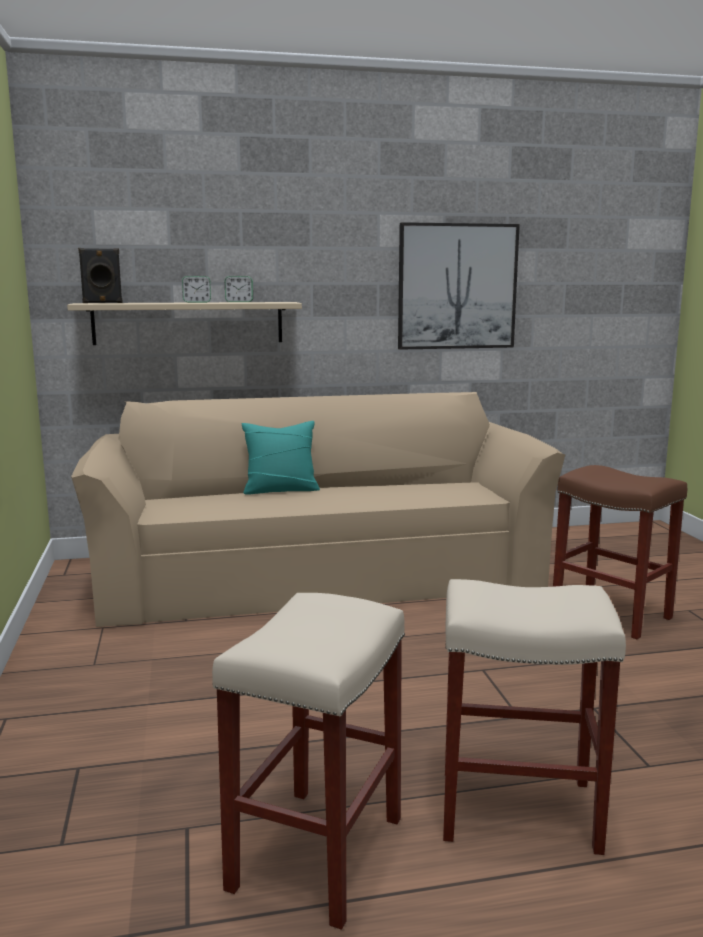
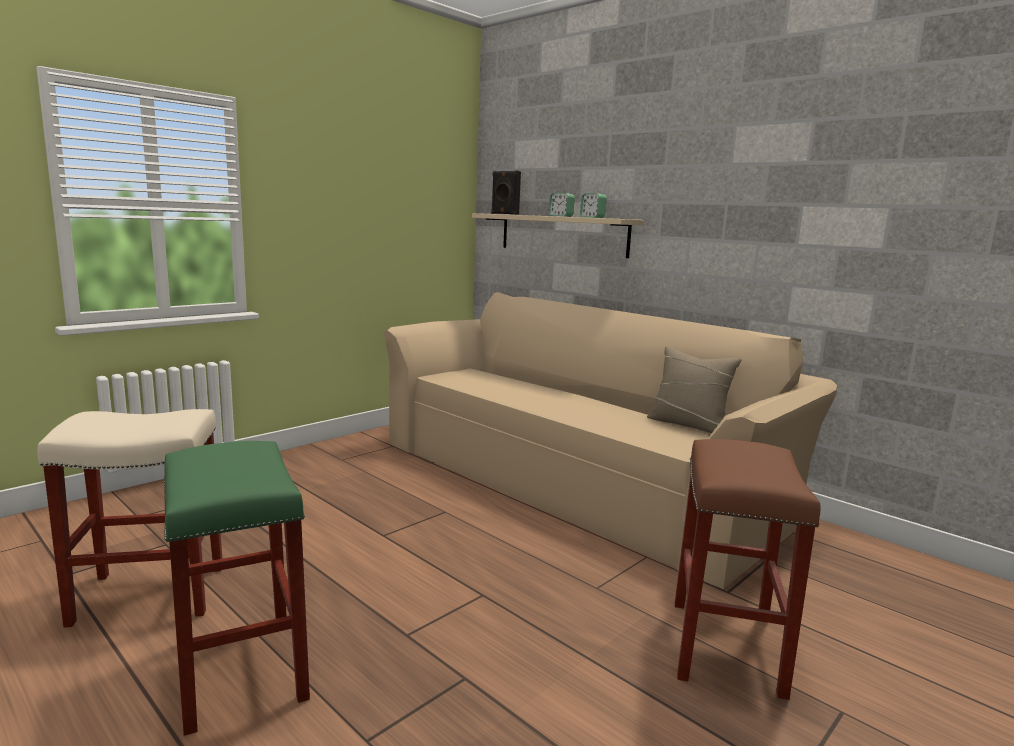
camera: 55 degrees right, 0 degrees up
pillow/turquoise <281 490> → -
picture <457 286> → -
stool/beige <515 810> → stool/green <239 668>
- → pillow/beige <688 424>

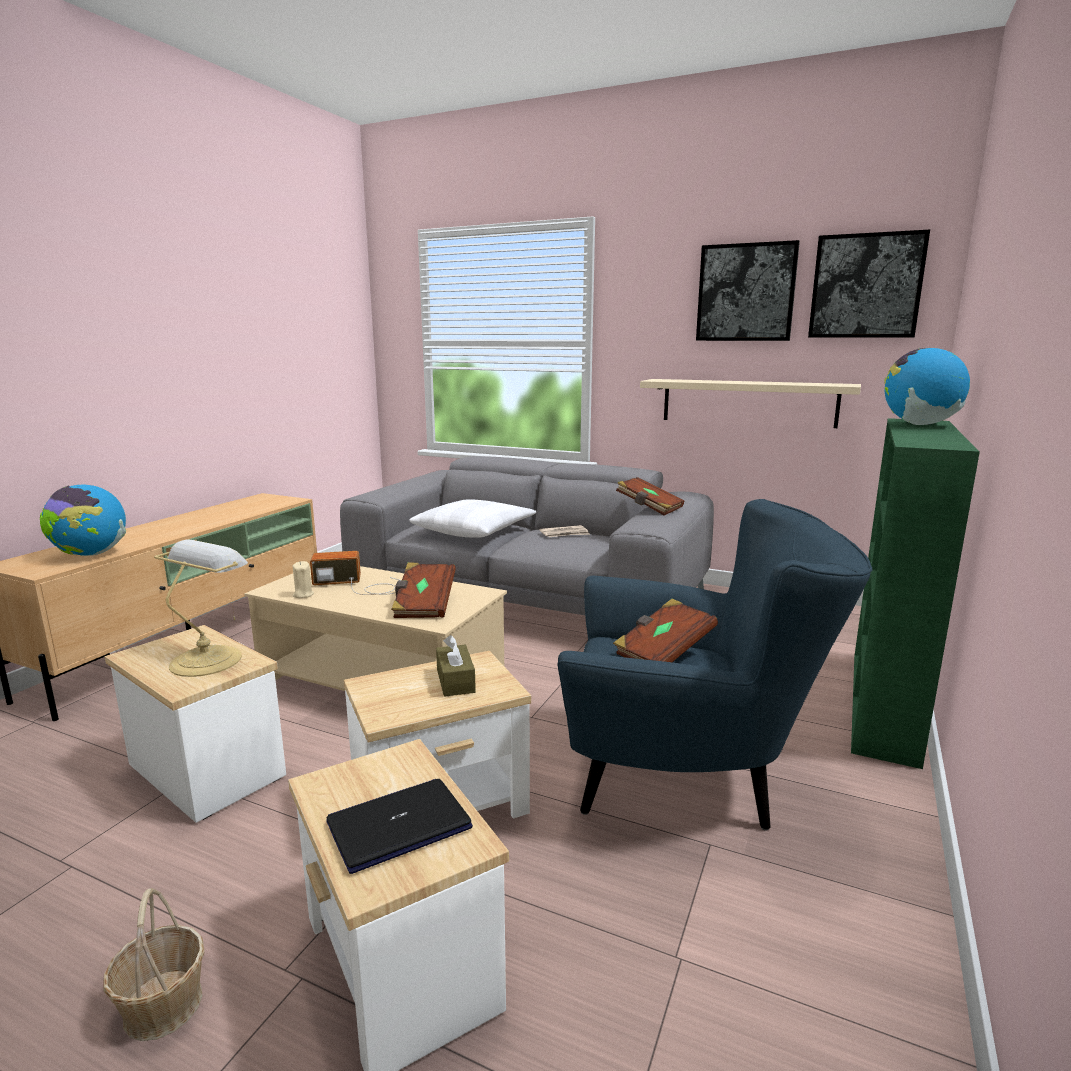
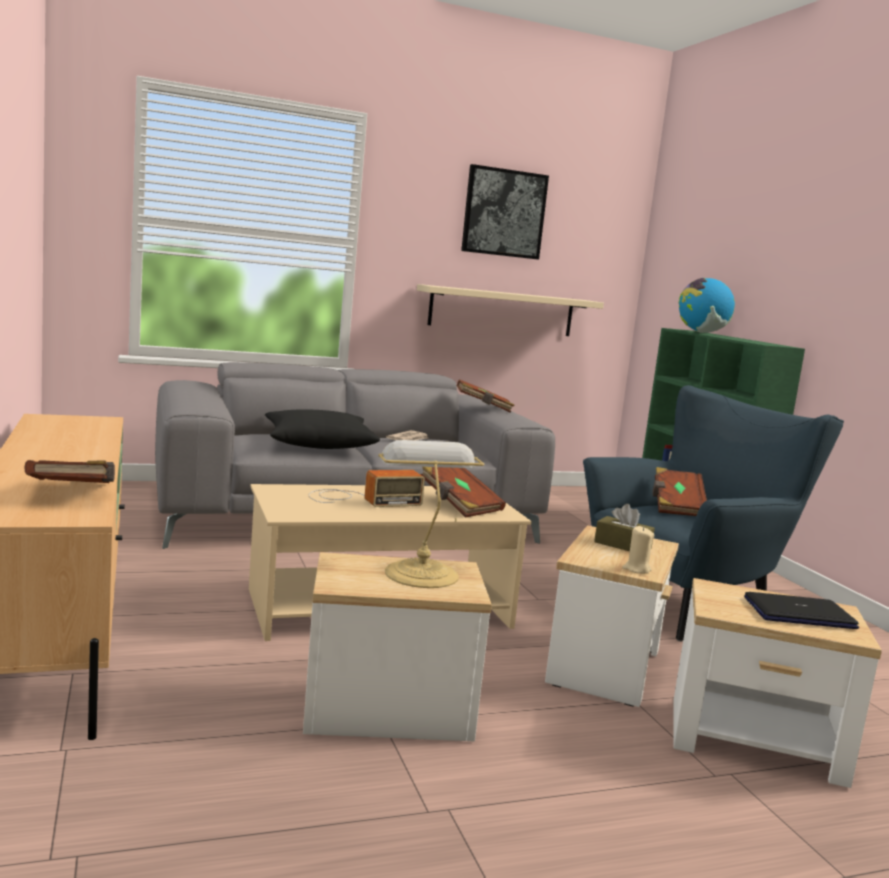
camera: 45 degrees left, 5 degrees down
globe <90 554> → book/brown <73 494>
basket <162 1007> → -
candle/beige <303 595> → candle/beige <636 569>, relocated
radio <361 585> → radio <360 499>, 150 degrees counterclockwise
laptop <399 825> → laptop <799 613>, 75 degrees clockwise
pillow/white <474 530> → pillow/black <319 442>
picture <866 286> → -

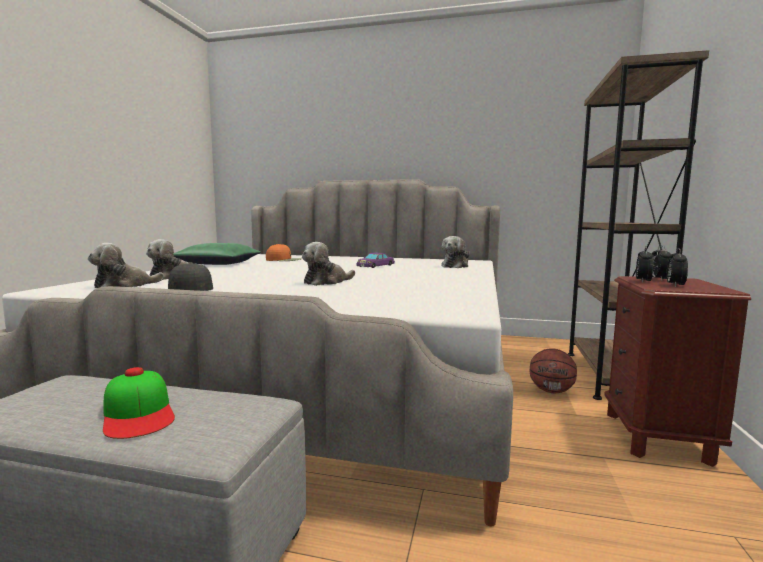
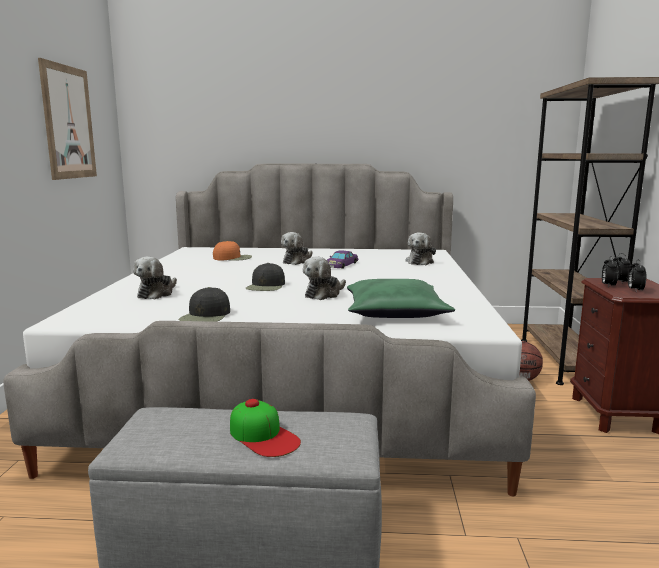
camera: 10 degrees left, 5 degrees up
plush toy <124 286> → plush toy <297 261>, relocated
pillow/green <219 263> → pillow/green <395 312>, relocated
- → picture <68 122>
- → cap/black <266 286>

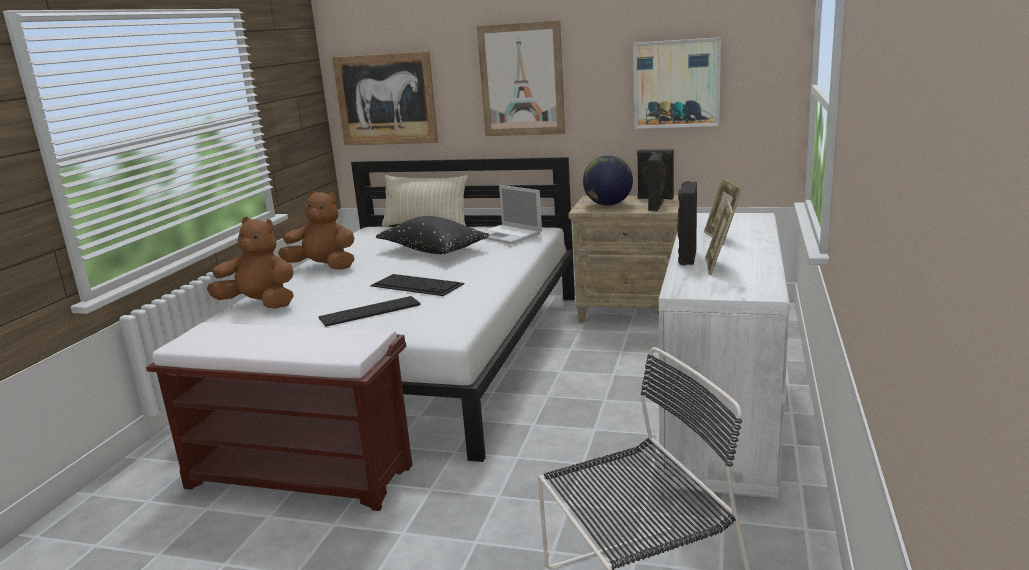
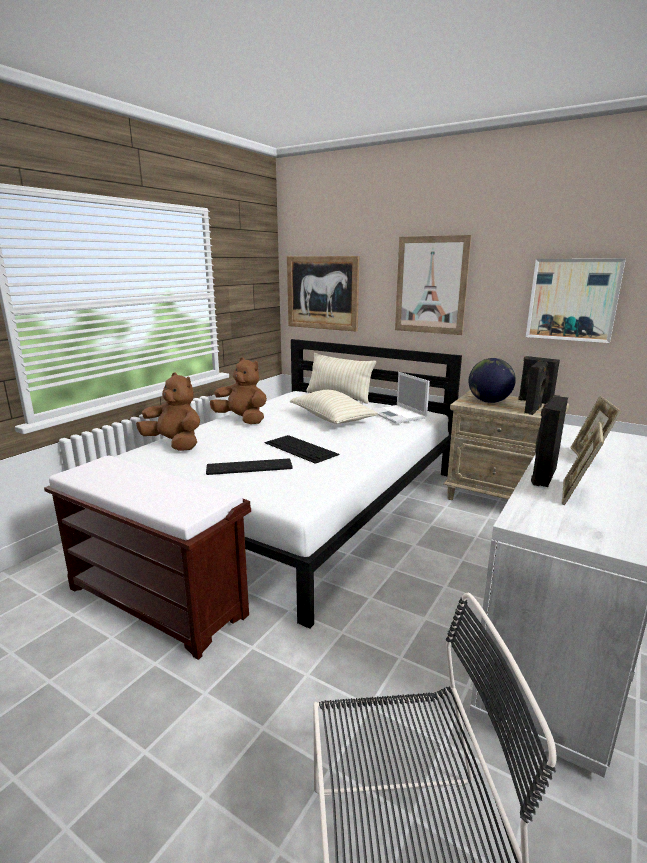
camera: 15 degrees right, 0 degrees up
pillow/black <433 251> → pillow/beige <331 419>

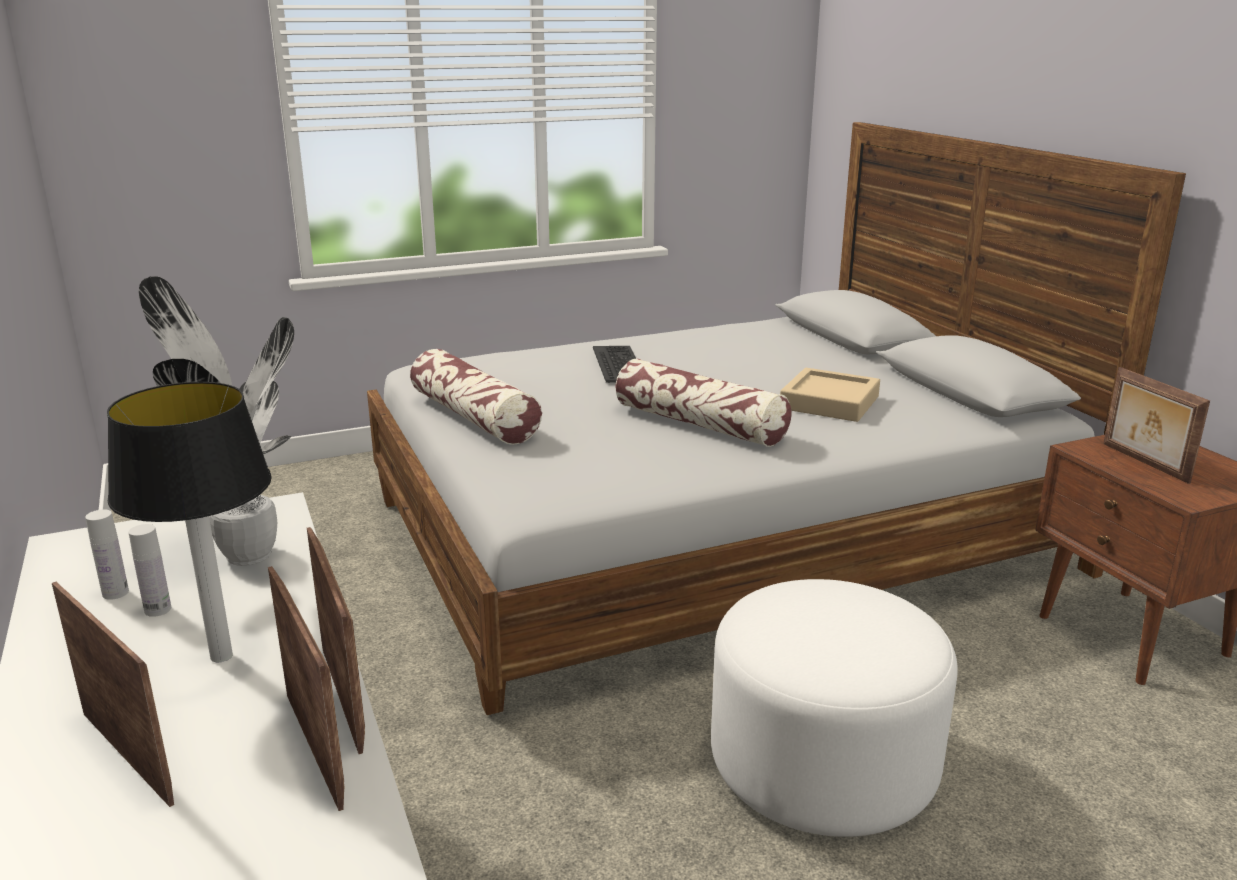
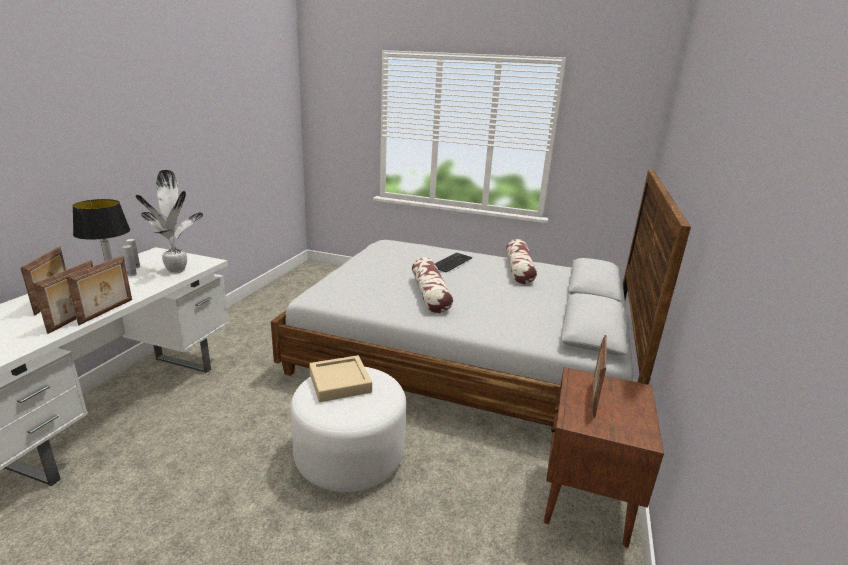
camera: 40 degrees right, 0 degrees up
pillow <474 417> → pillow <519 270>, relocated
tray/beige <829 402> → tray/beige <340 383>, relocated

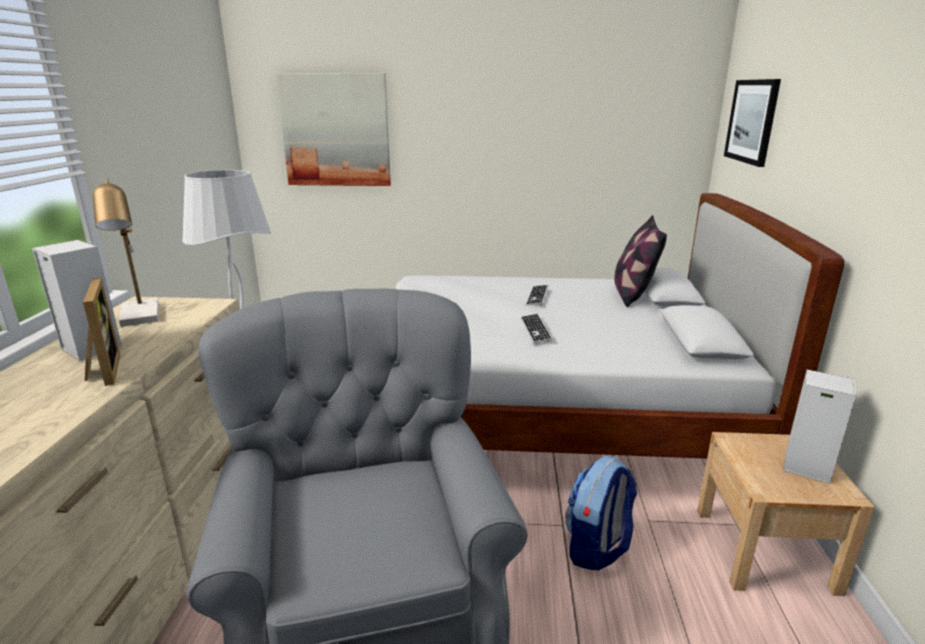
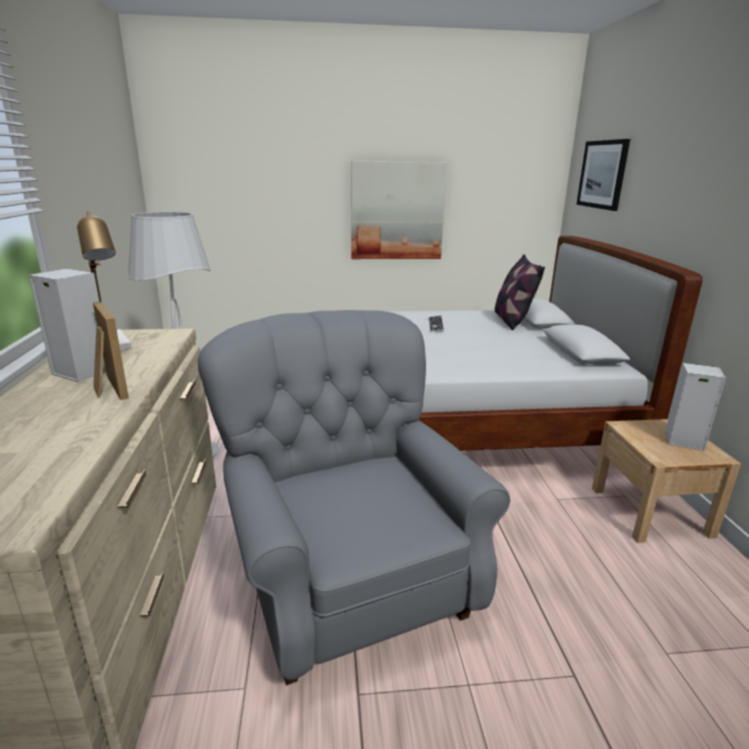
camera: 10 degrees left, 0 degrees up
picture <336 130> → picture <397 211>, relocated
keyboard <535 329> → -
backpack <597 548> → -

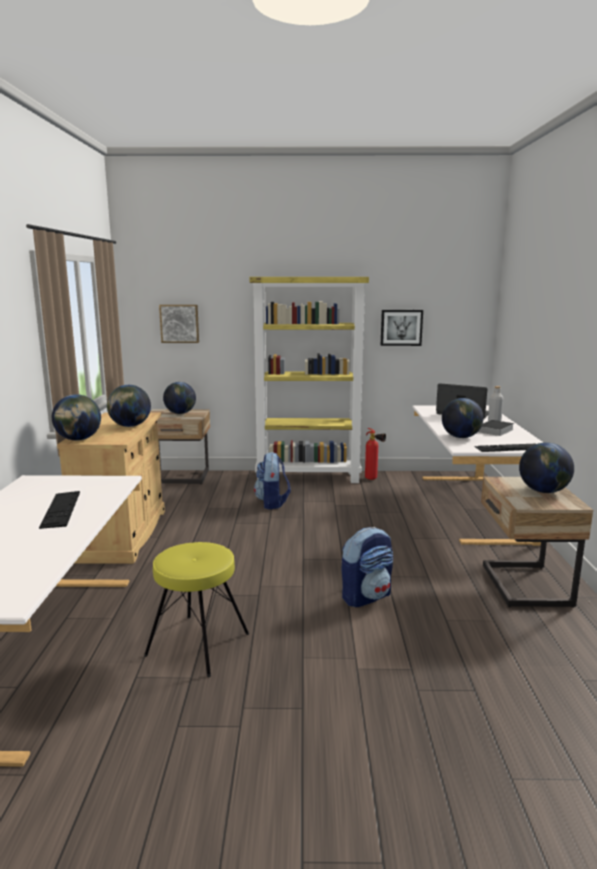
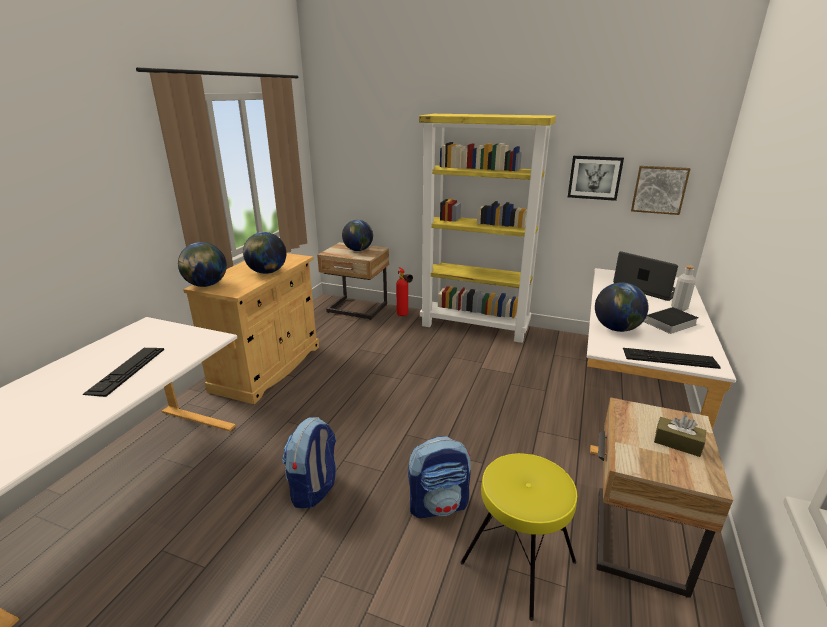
camera: 20 degrees right, 10 degrees up
stool/yellow <198 645> → stool/yellow <518 563>, relocated
picture <179 323> → picture <659 189>, relocated
backpack <272 503> → backpack <314 489>, relocated
fire extinguisher <373 479> → fire extinguisher <404 316>, relocated
globe <543 491> → tissue box/brown <677 443>

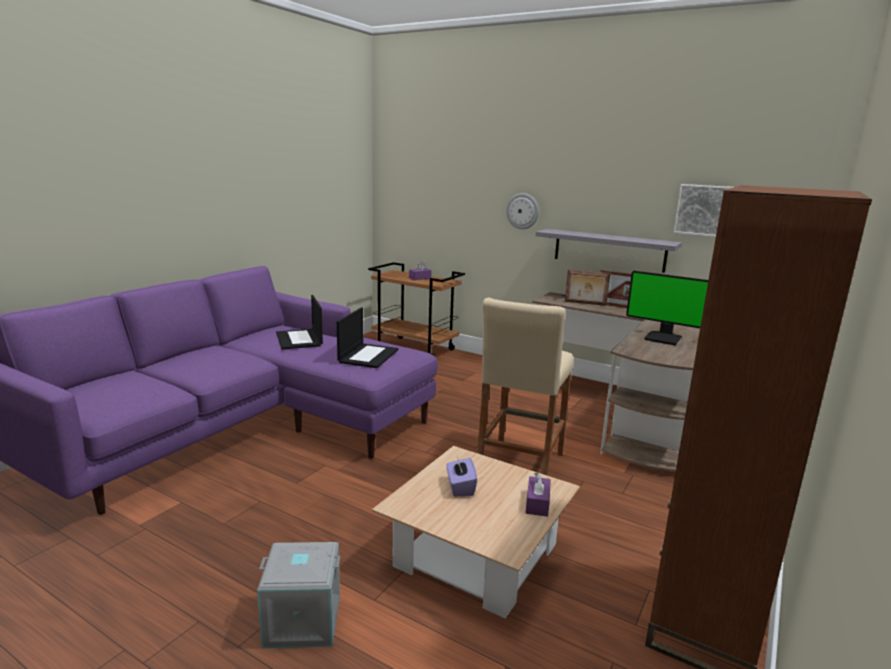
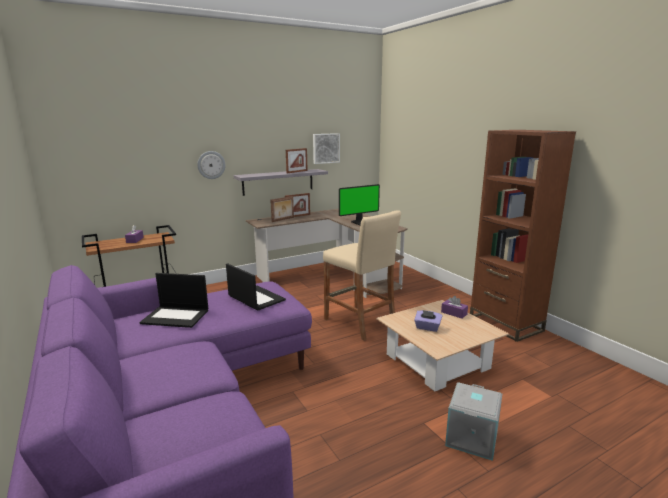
camera: 60 degrees left, 0 degrees up
- → picture frame <297 172>

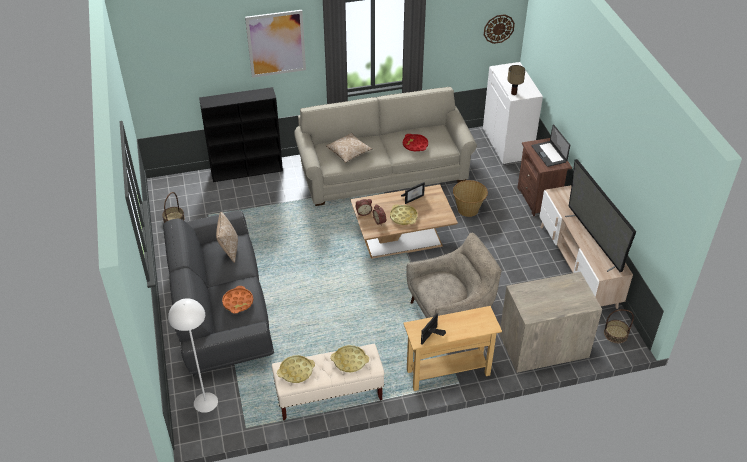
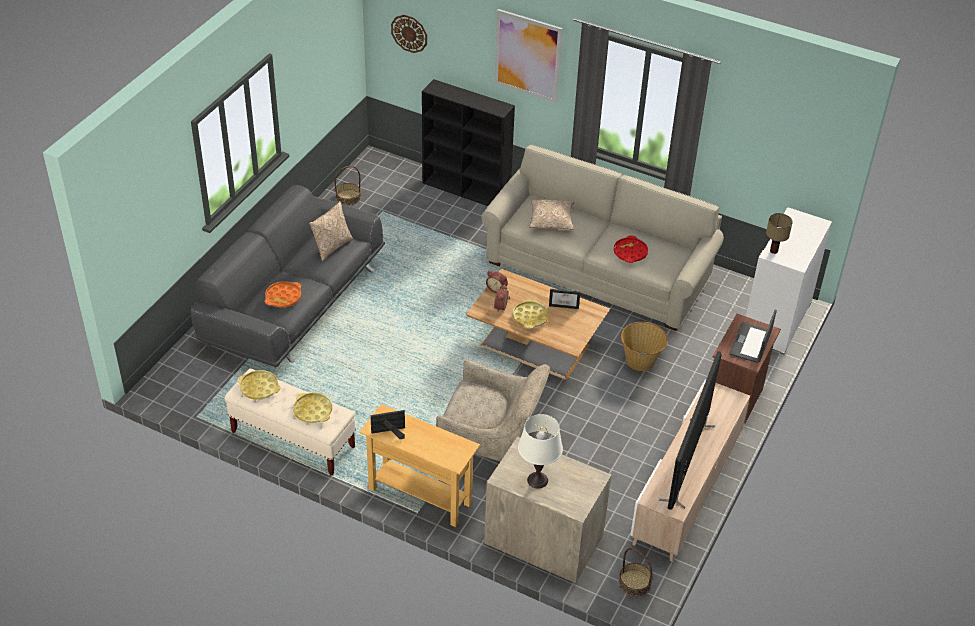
camera: 40 degrees right, 0 degrees up
floor lamp/white <205 402> → -
wall clock <498 28> → wall clock <409 33>, relocated
- → table lamp/white <537 480>

